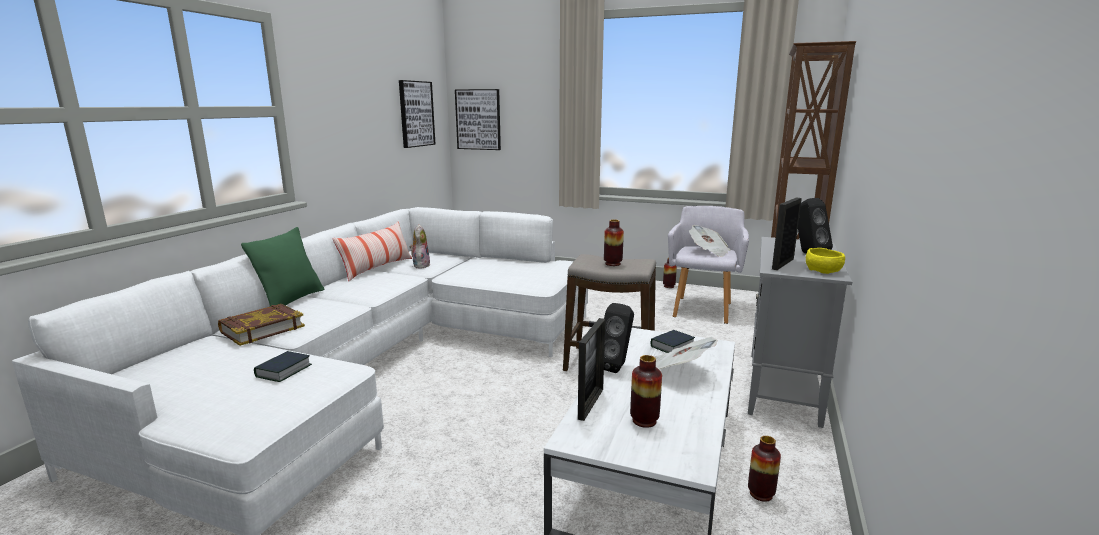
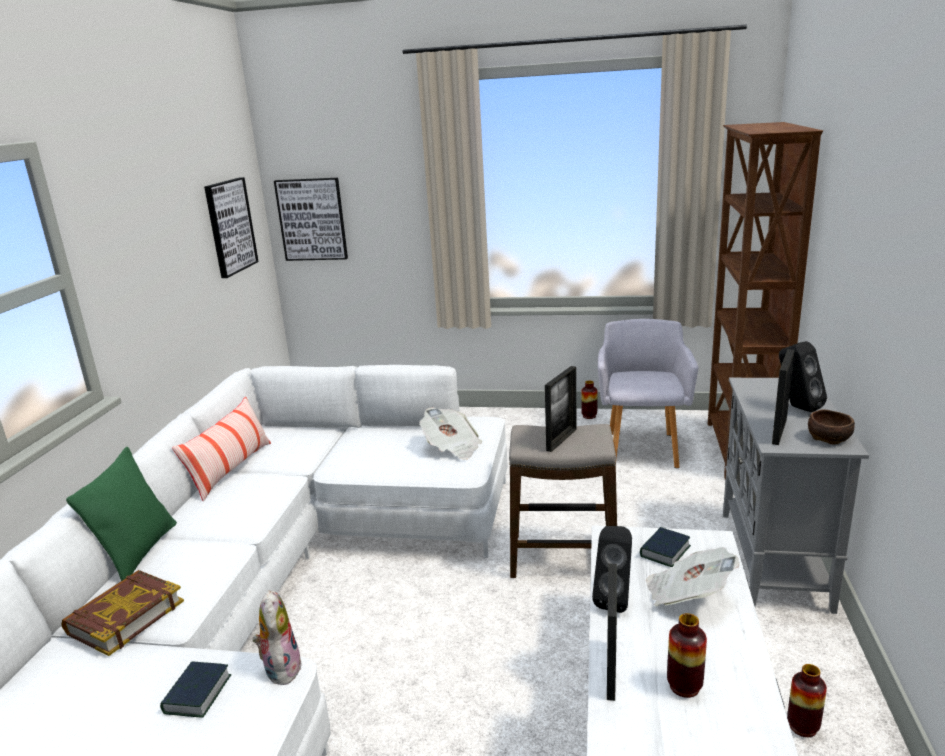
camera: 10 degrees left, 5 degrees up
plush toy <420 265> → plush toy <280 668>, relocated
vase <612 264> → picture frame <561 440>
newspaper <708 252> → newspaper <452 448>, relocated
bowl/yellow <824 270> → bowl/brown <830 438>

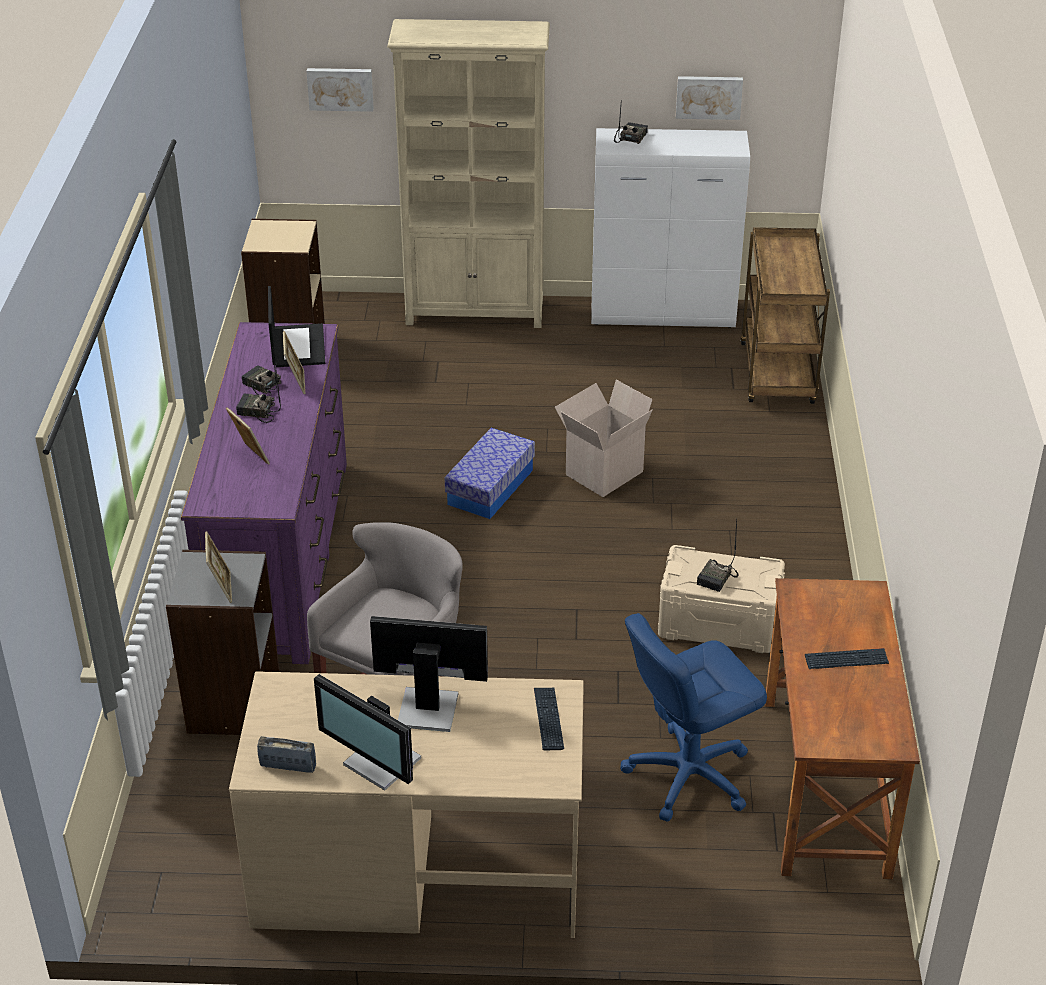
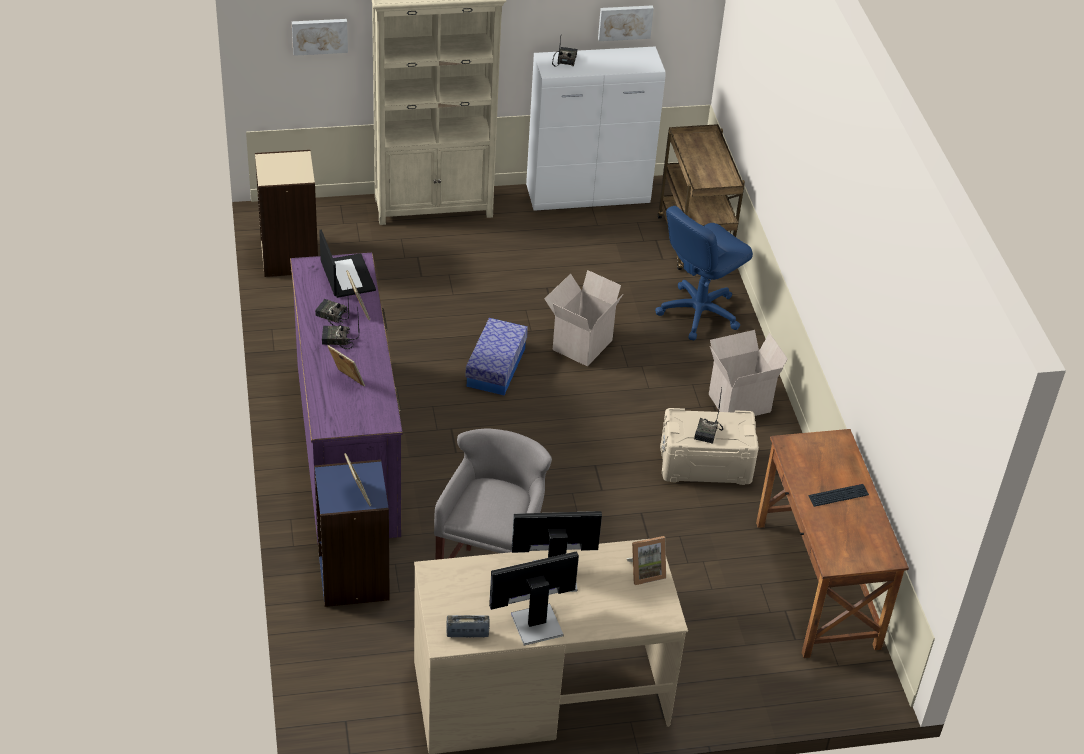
camera: 15 degrees left, 5 degrees up
bookcase/grey <232 704> → bookcase/blue <352 578>
monitor <380 764> → monitor <535 623>, 135 degrees clockwise
keyboard <548 719> → picture frame <645 572>
office chair/blue <688 775> → office chair/blue <698 313>, relocated
- → cardboard box <739 401>

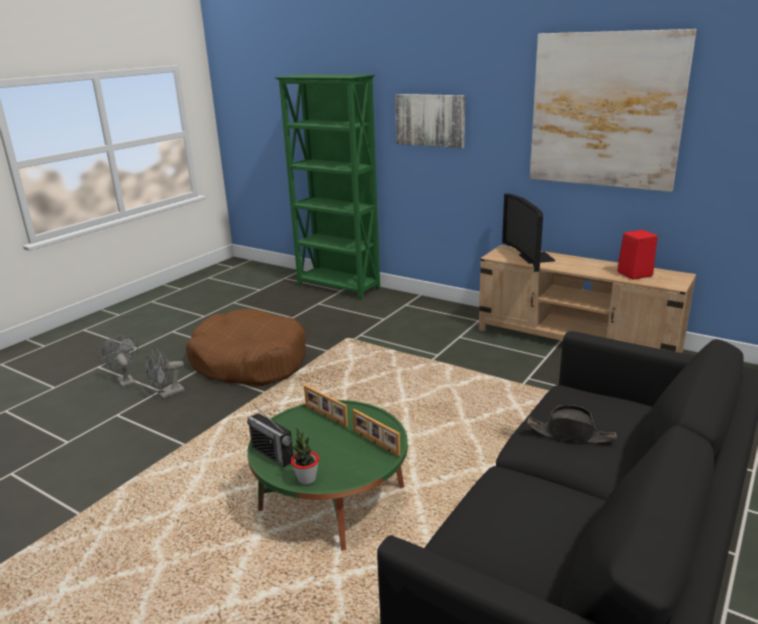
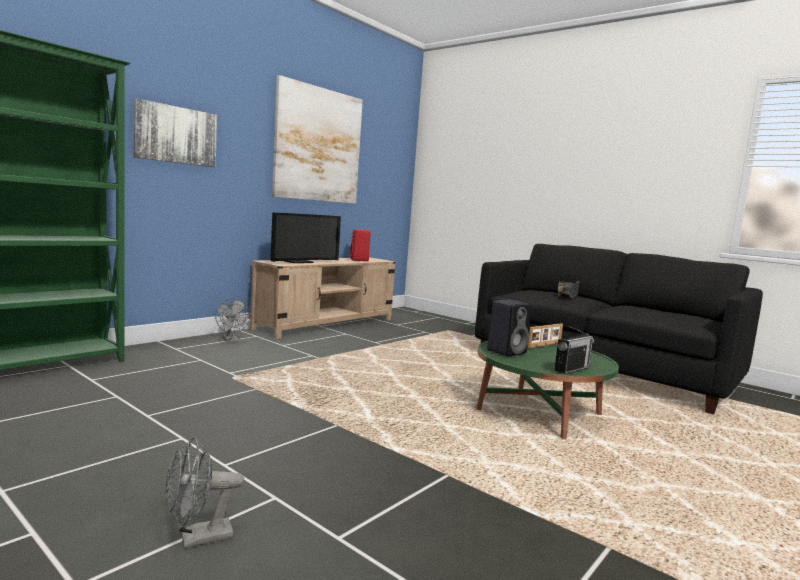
camera: 85 degrees left, 15 degrees down
fan/grey <167 394> → fan/grey <231 340>, relocated
dog bed/brown <249 362> → -
potted plant <306 479> → -
picture frame <325 416> → speaker/black <507 351>
television <531 258> → television <299 262>, 45 degrees counterclockwise

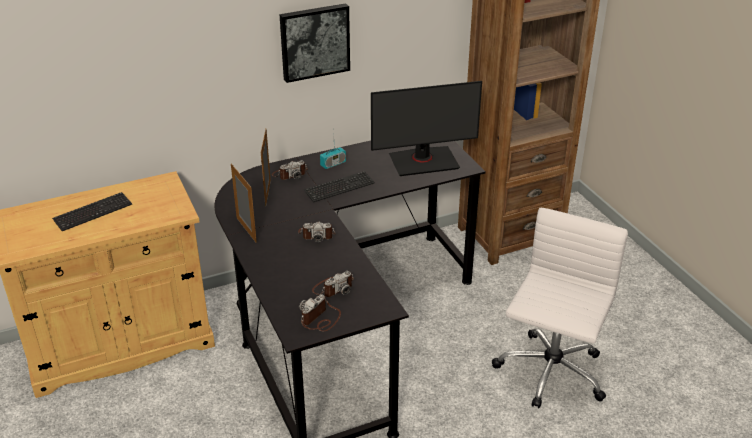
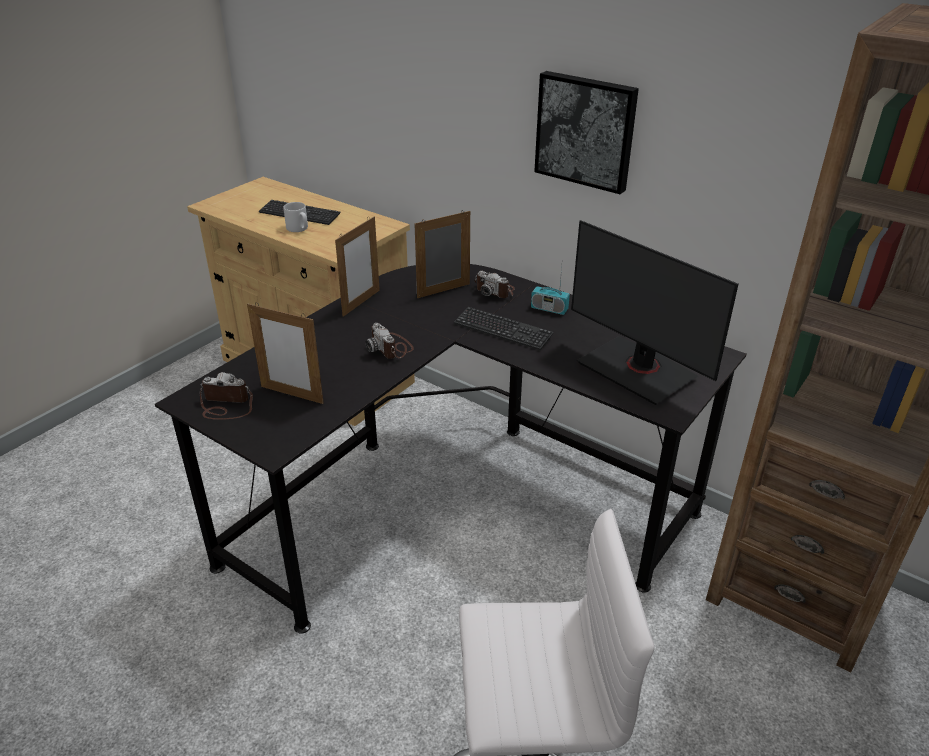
camera: 60 degrees right, 0 degrees up
photo camera <333 288> → picture frame <292 394>
- → mug/grey <299 229>

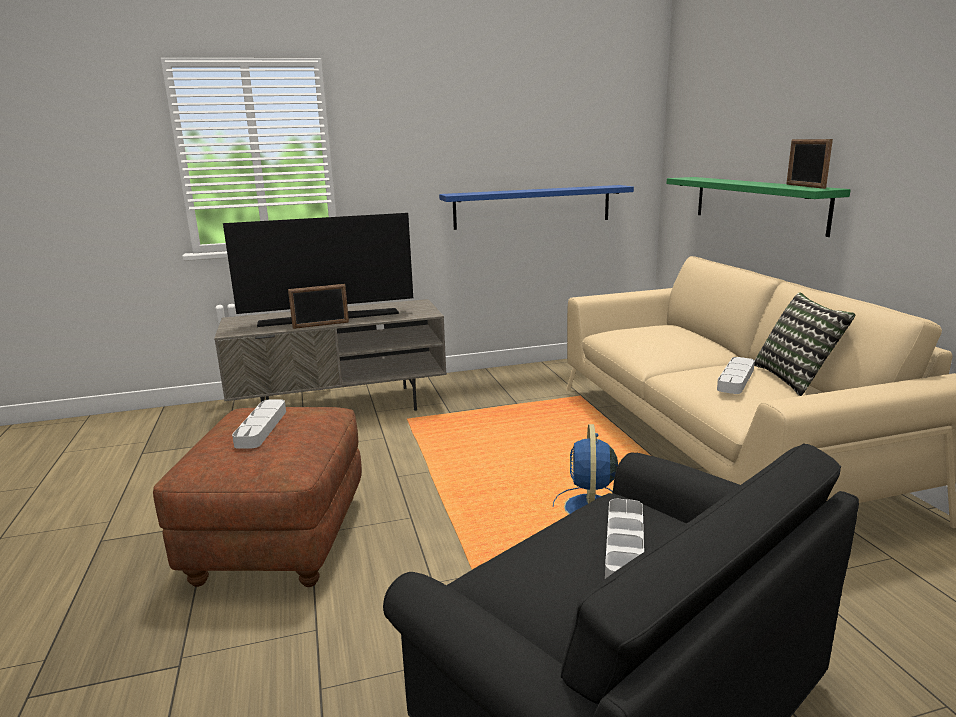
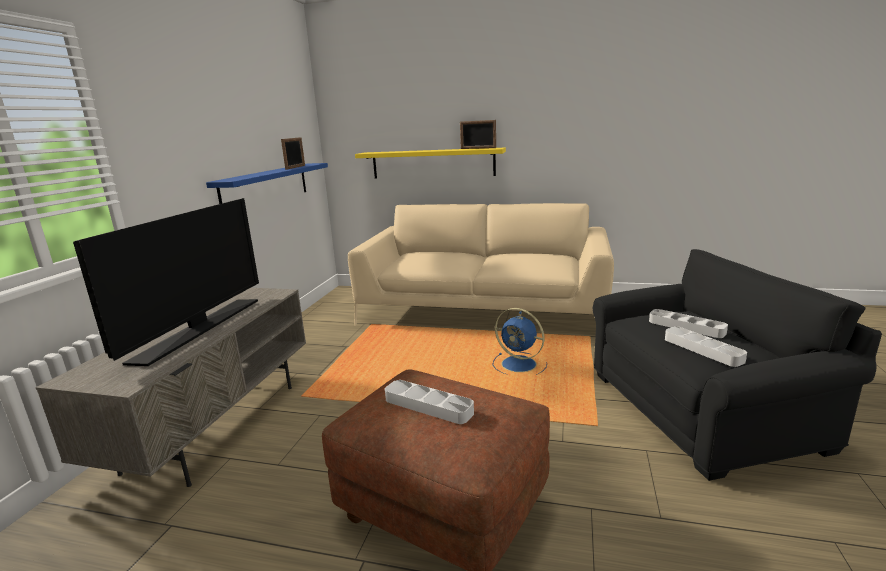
camera: 60 degrees left, 0 degrees up
picture frame <321 325> → picture frame <295 167>, relocated
shelf/green <757 203> → shelf/yellow <432 163>
tray/grey <735 379> → tray/grey <702 350>, relocated
pillow <796 378> → -

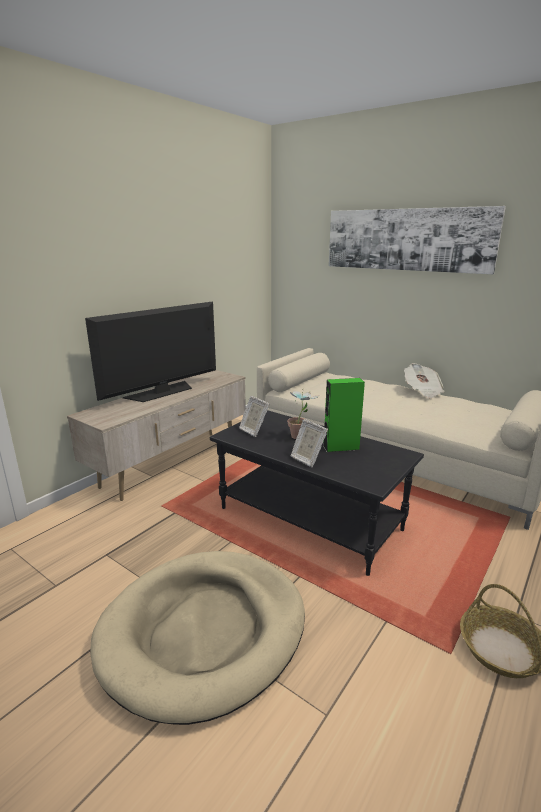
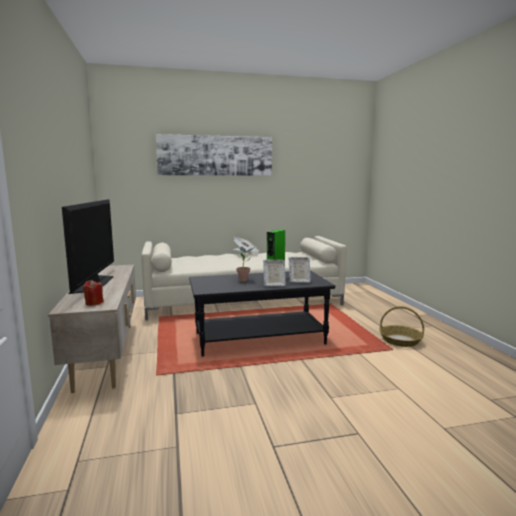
camera: 50 degrees left, 10 degrees down
dog bed/beige <204 631> → -
picture frame <253 431> → picture frame <299 281>, relocated
- → candle/red <94 303>

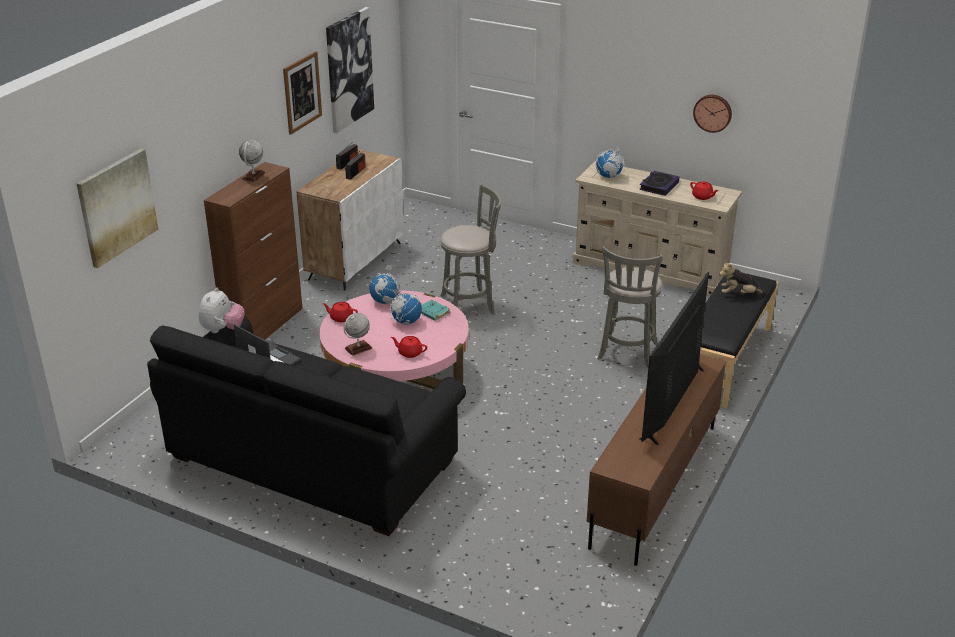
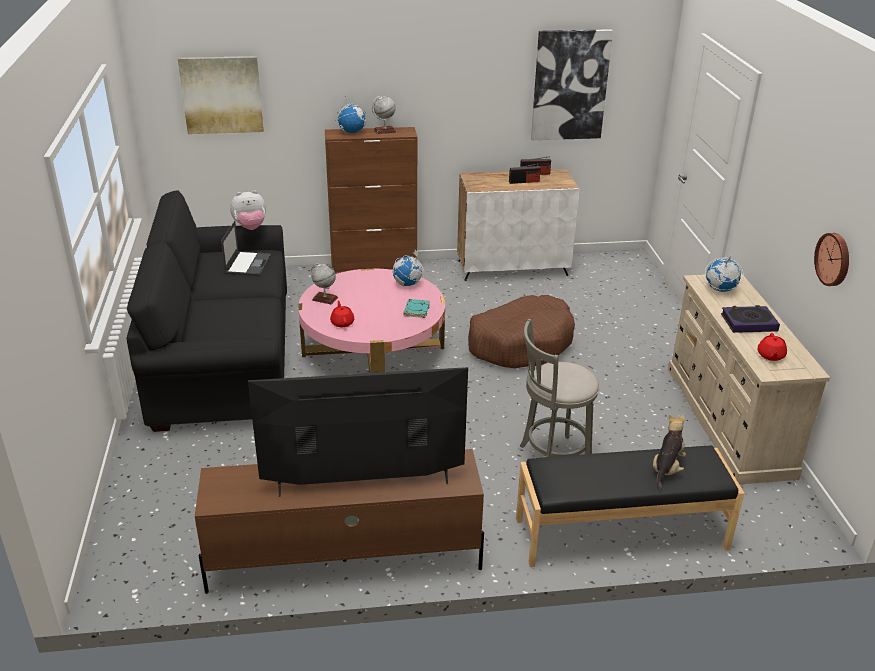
camera: 55 degrees right, 0 degrees up
picture <302 92> → -
teapot/red <341 318> → -
globe <406 321> → globe <352 132>, relocated
stool/grey <470 304> → dog bed/brown <520 343>
plush toy <739 294> → plush toy <666 469>, 60 degrees clockwise

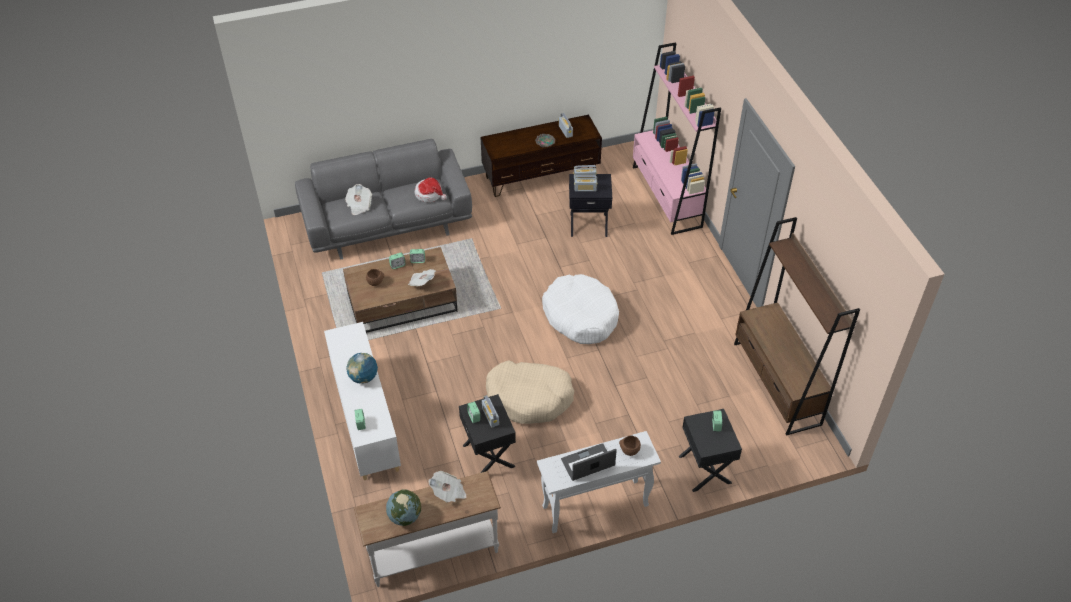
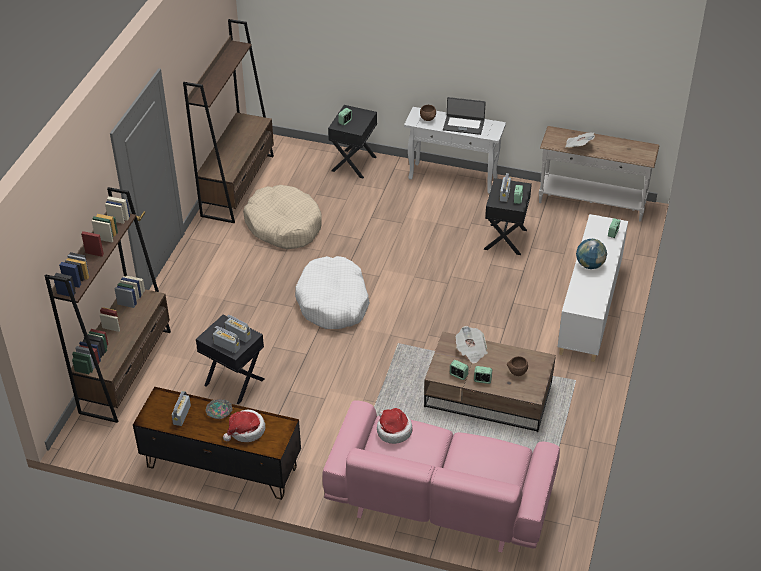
camera: 145 degrees left, 5 degrees down
sofa/grey <387 221> → sofa/pink <439 497>
newspaper <359 205> → -
globe <405 516> → -
dog bed/beige <529 398> → dog bed/beige <284 225>, relocated
bookcase/pink <666 197> → bookcase/brown <126 371>
- → hat <246 431>

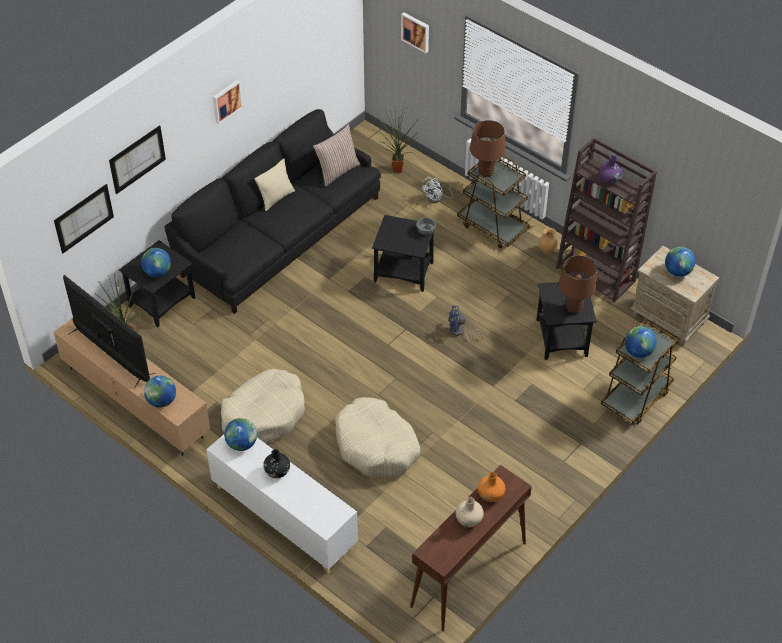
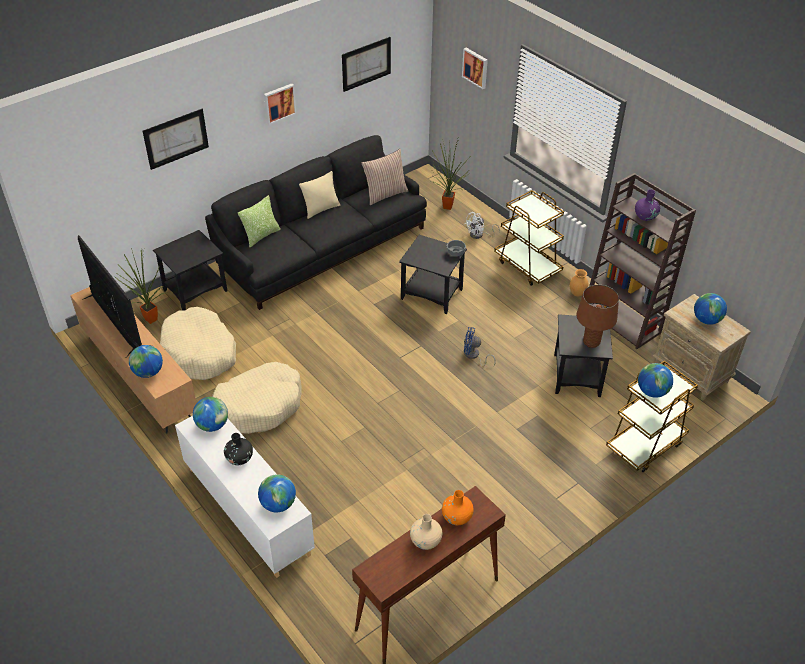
camera: 10 degrees right, 5 degrees down
picture <84 218> → picture <366 64>, relocated
globe <157 272> → globe <278 504>, relocated
dog bed/beige <376 446> → dog bed/beige <199 352>, relocated
table lamp/brown <486 172> → -
- → pillow <261 236>

